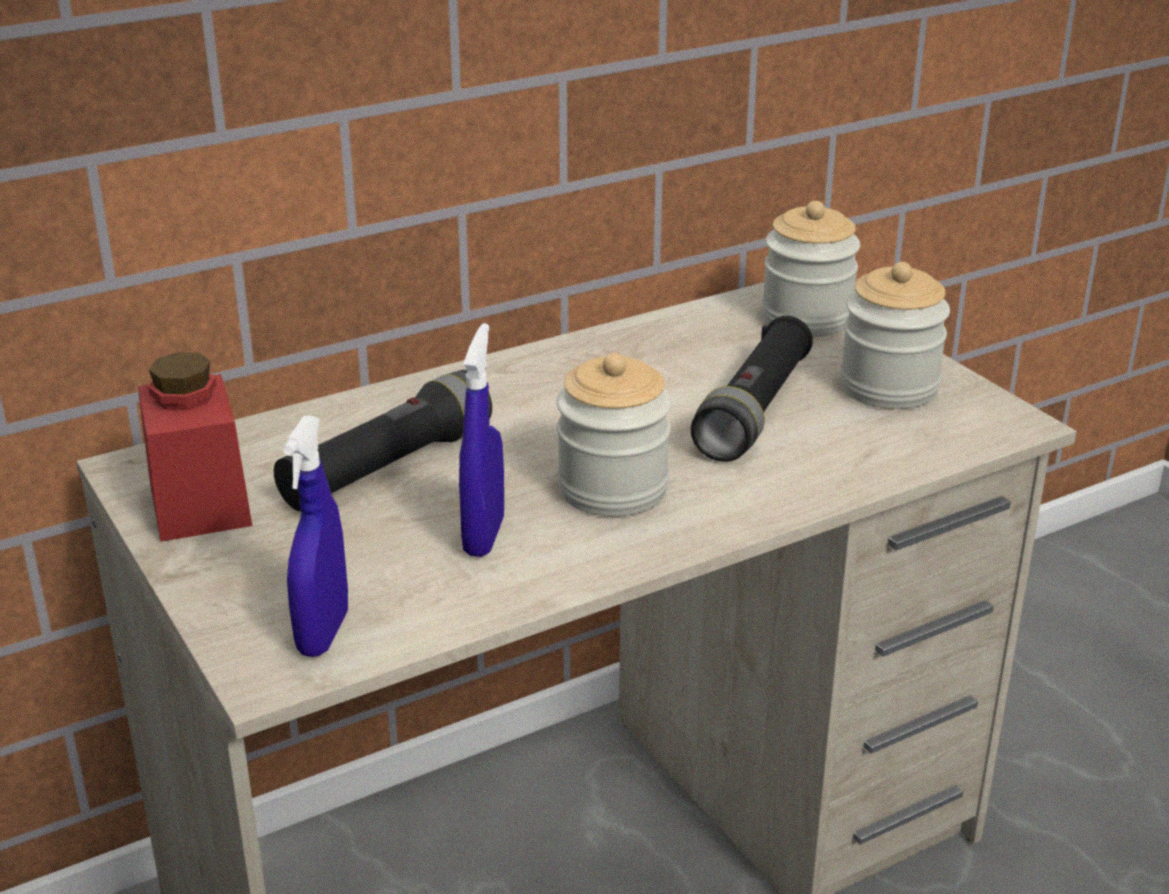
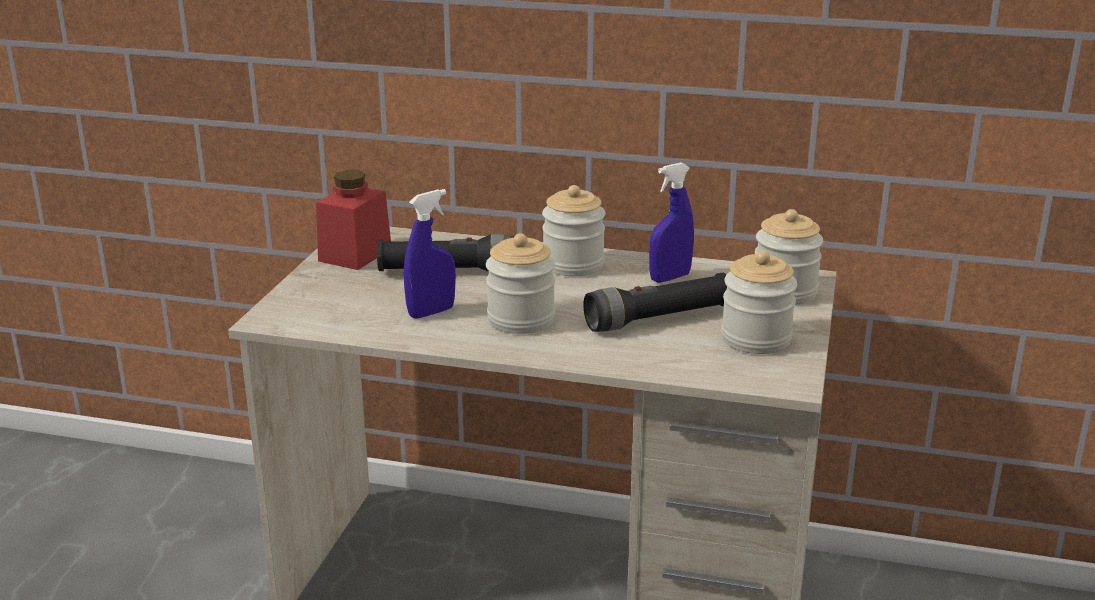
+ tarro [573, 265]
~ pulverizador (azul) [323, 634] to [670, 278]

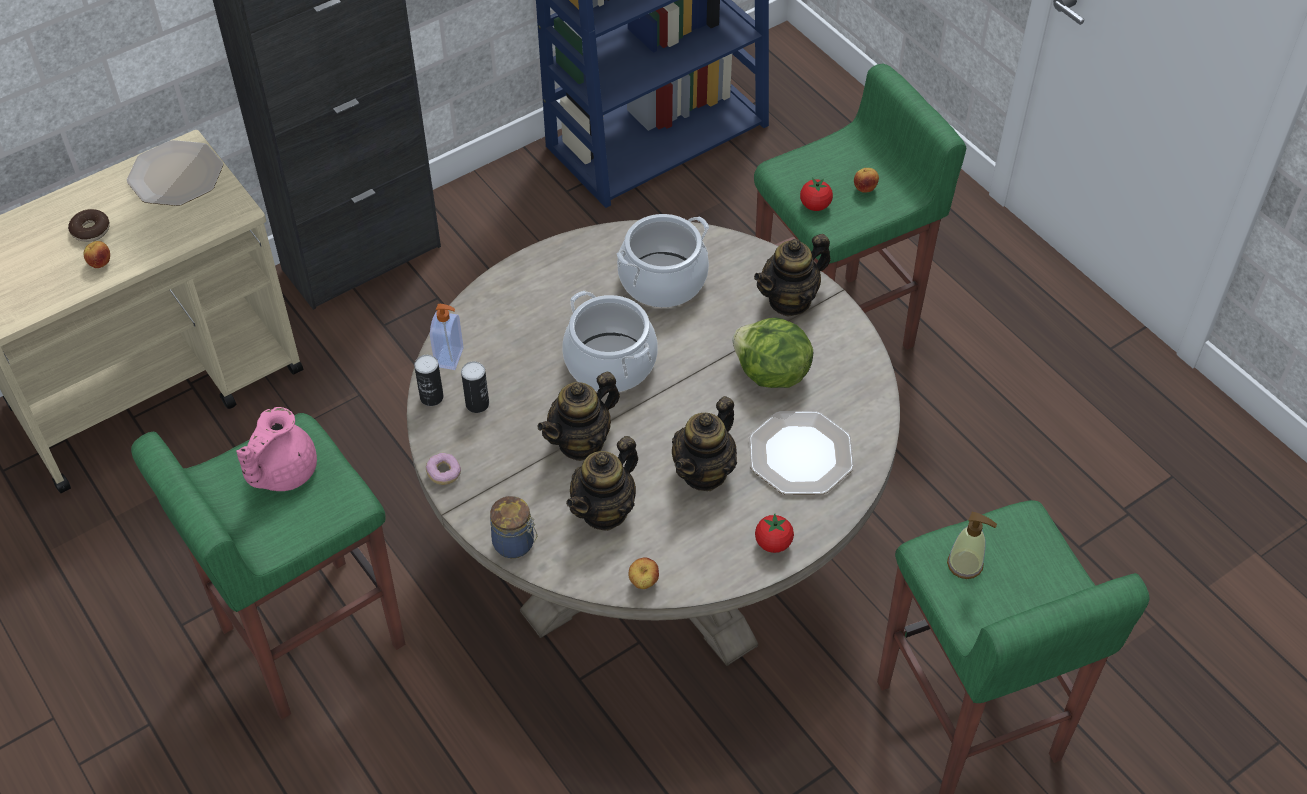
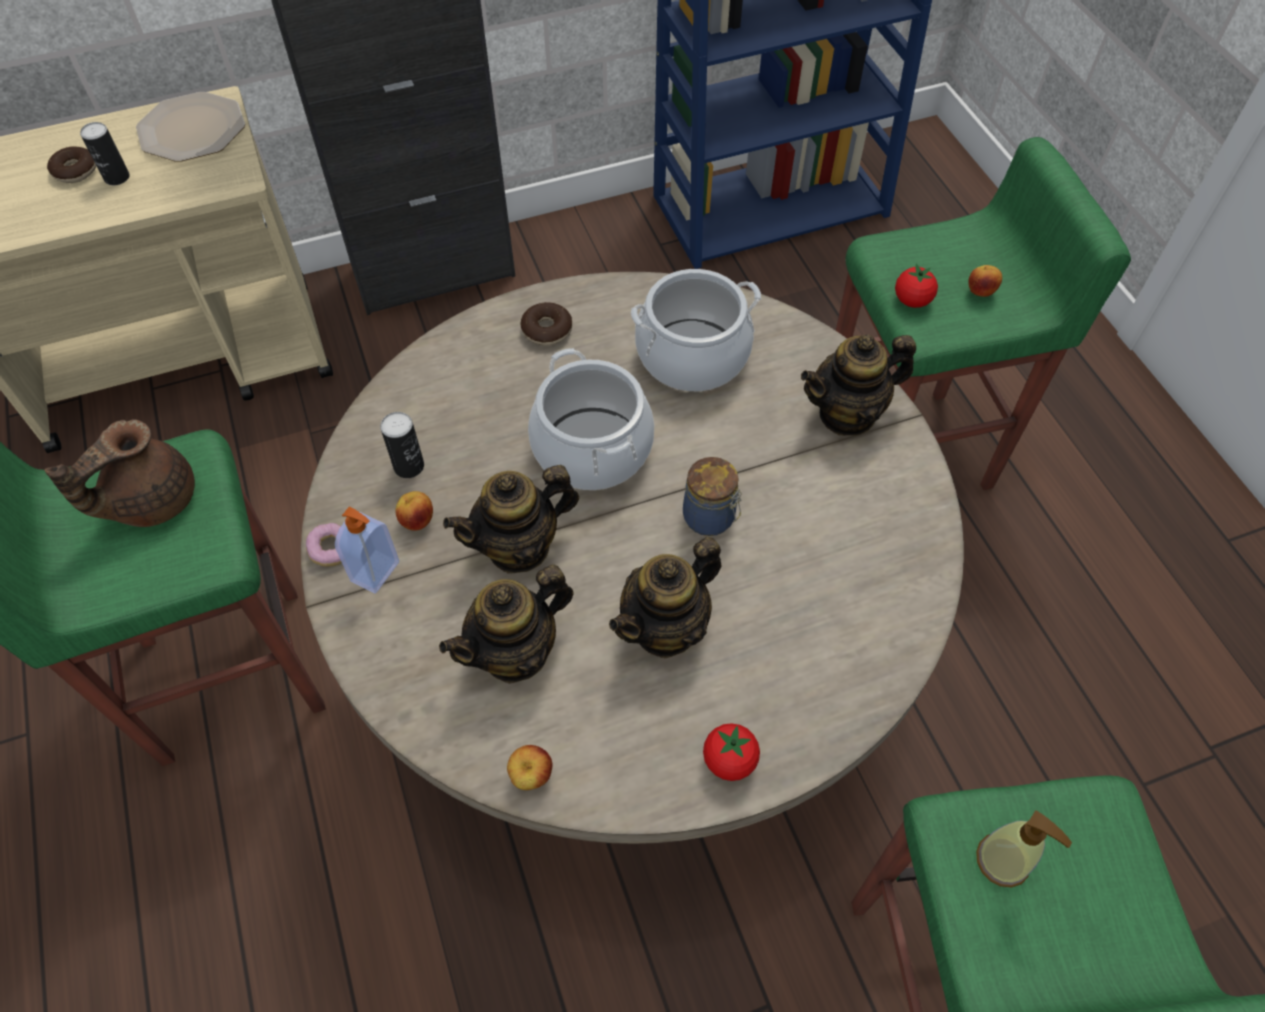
- lechuga [770, 374]
- plato [801, 455]
+ rosquilla [547, 330]
~ manzana [100, 263] to [417, 521]
~ lata [431, 397] to [117, 177]
~ dispensador de jabón [450, 357] to [377, 572]
~ tarro [515, 544] to [710, 518]
~ tetera (rosa) [281, 472] to tetera (marrón) [150, 500]

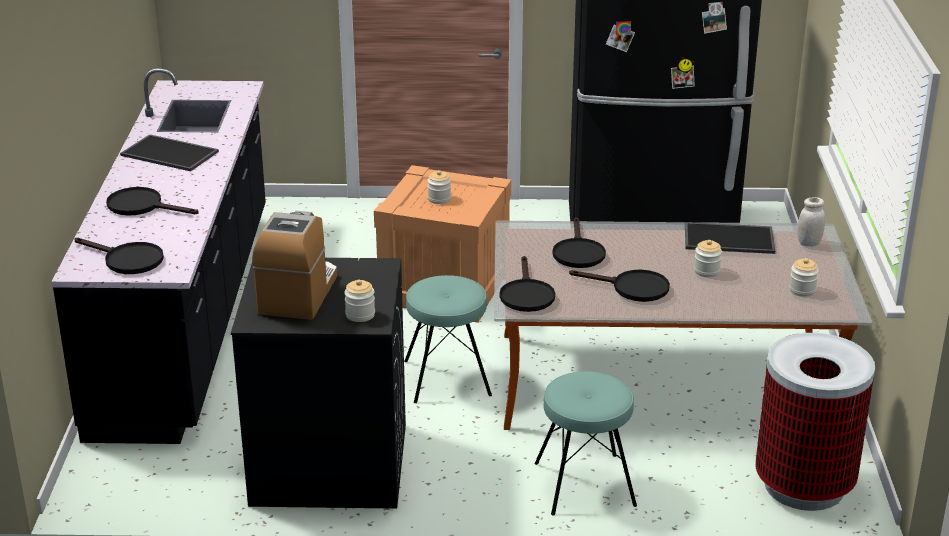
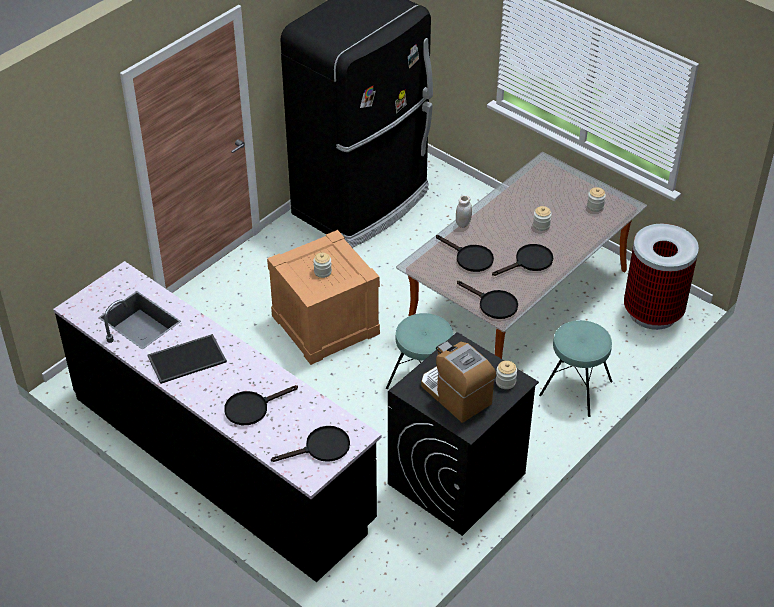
- bandeja [730, 238]
~ tarro (blanco) [809, 243] to [463, 224]

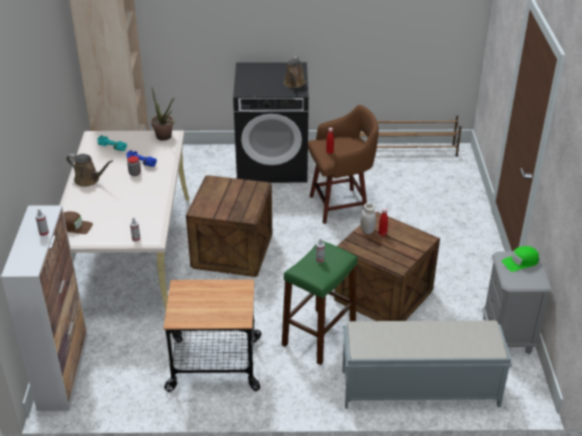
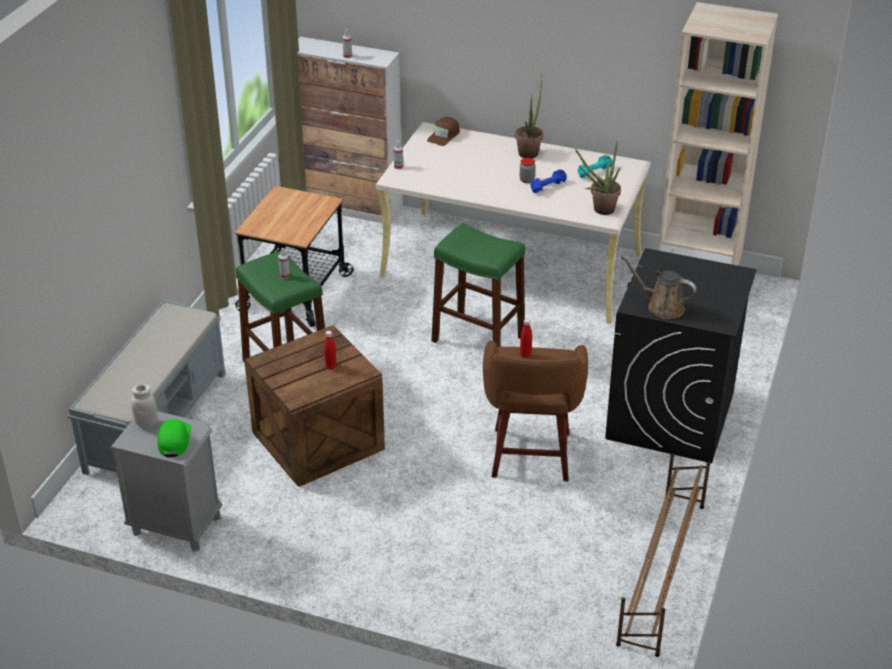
~ tarro (blanco) [367, 231] to [146, 423]
~ regadera (marrón) [89, 180] to planta en maceta [529, 151]
~ caja de embalaje [232, 251] to taburete (verde) [478, 339]

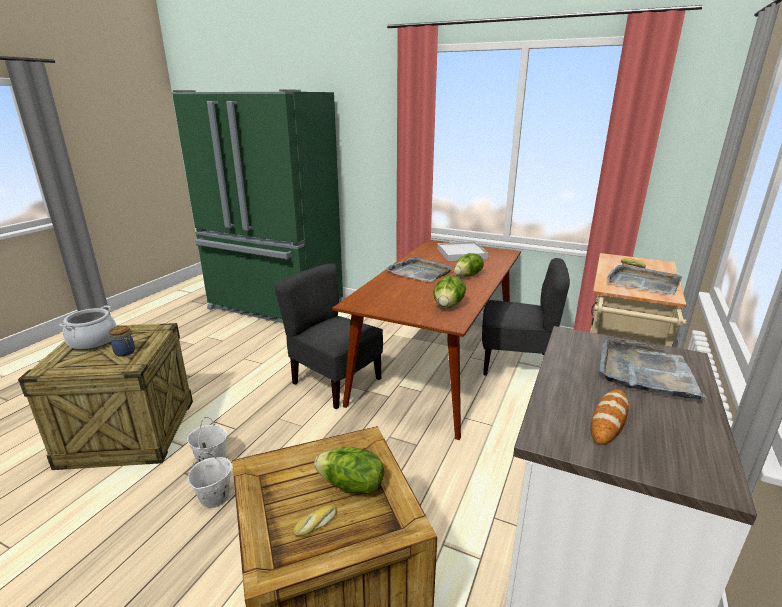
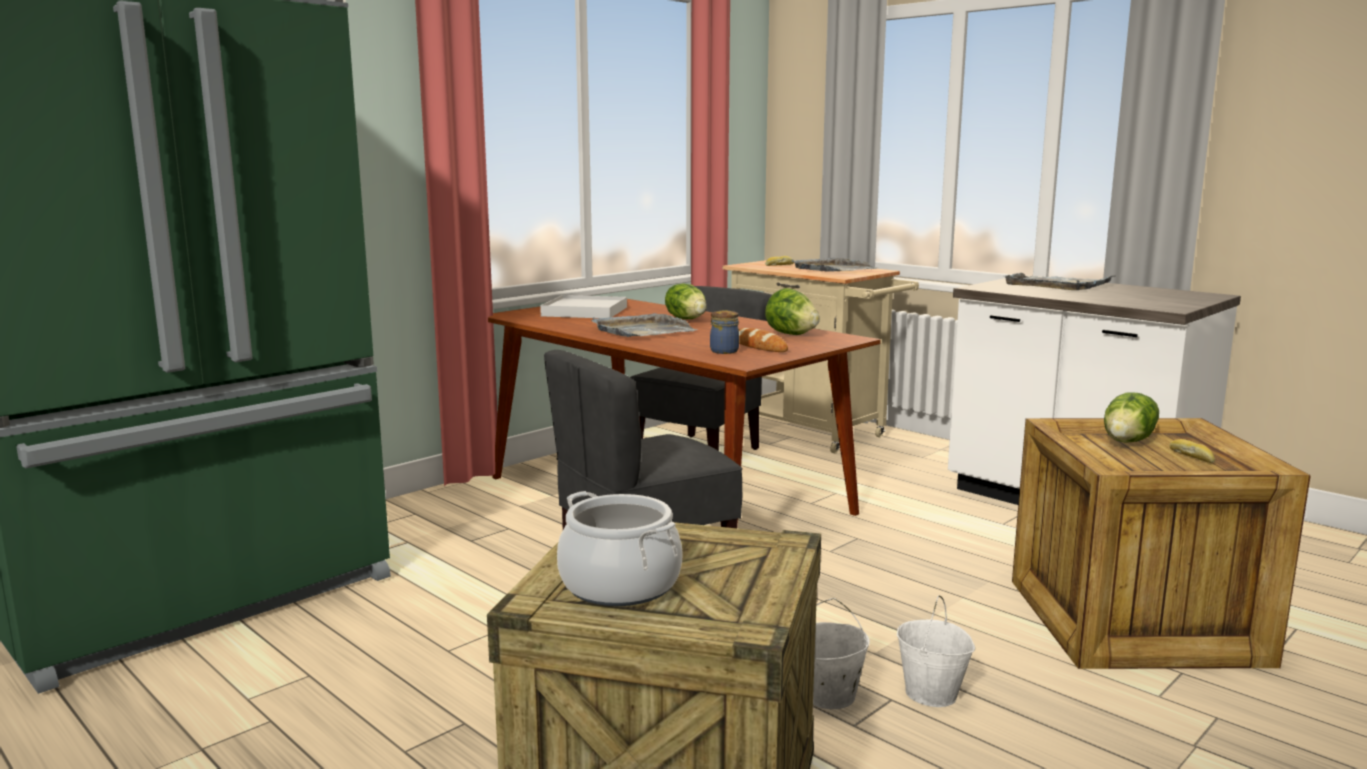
~ tarro [125, 352] to [725, 351]
~ pan [609, 419] to [758, 346]

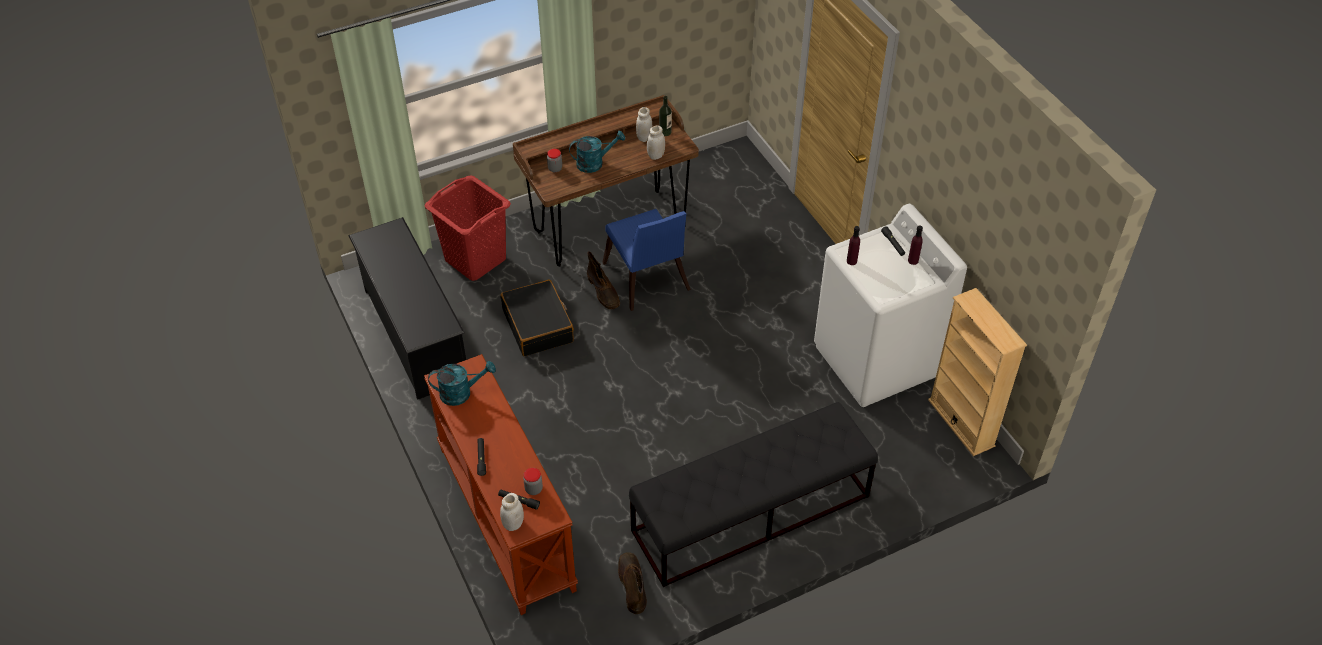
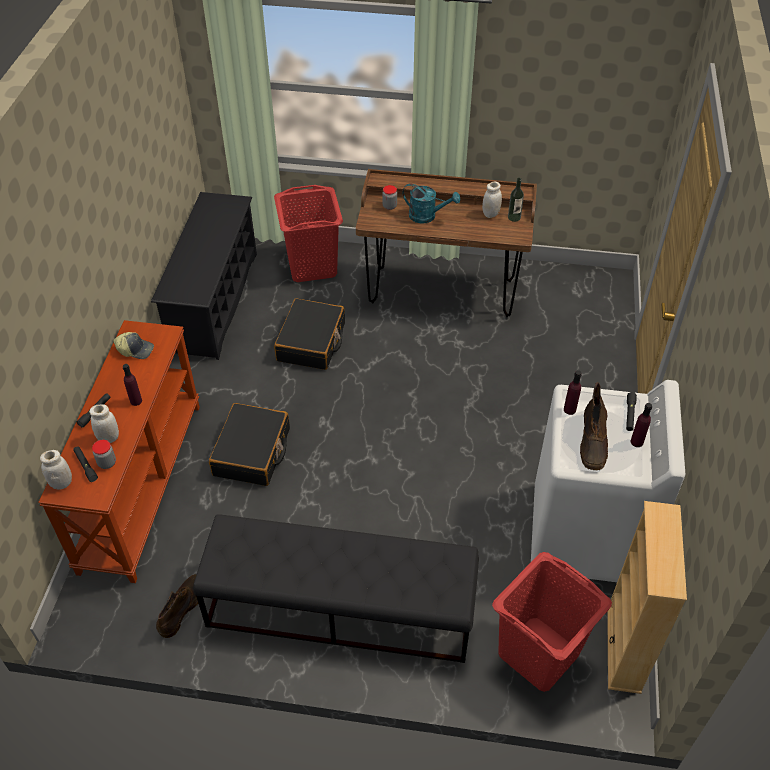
- silla (azul) [647, 281]
+ botella (morado) [136, 401]
+ maleta (negro) [252, 452]
+ cesto de la ropa (rojo) [539, 653]
~ bota (marrón) [603, 292] to [593, 442]
~ tarro (blanco) [656, 155] to [108, 438]
~ regadera (turquesa) [461, 393] to gorra [135, 349]

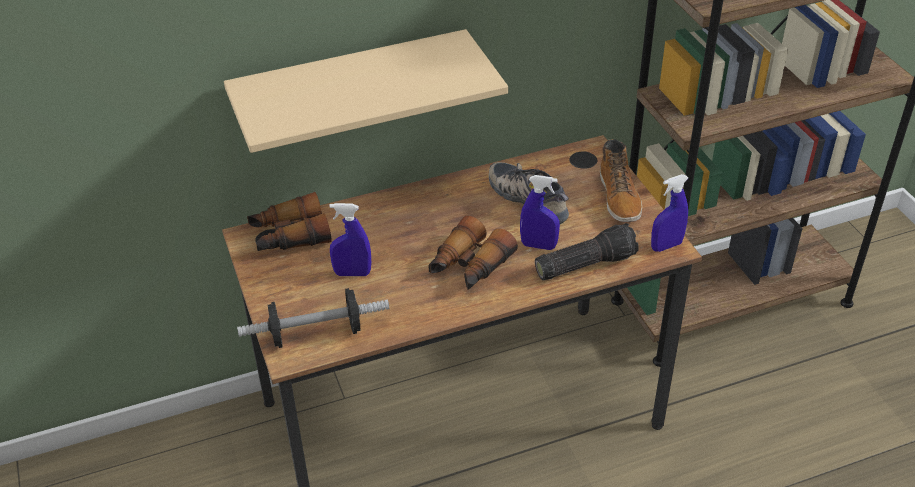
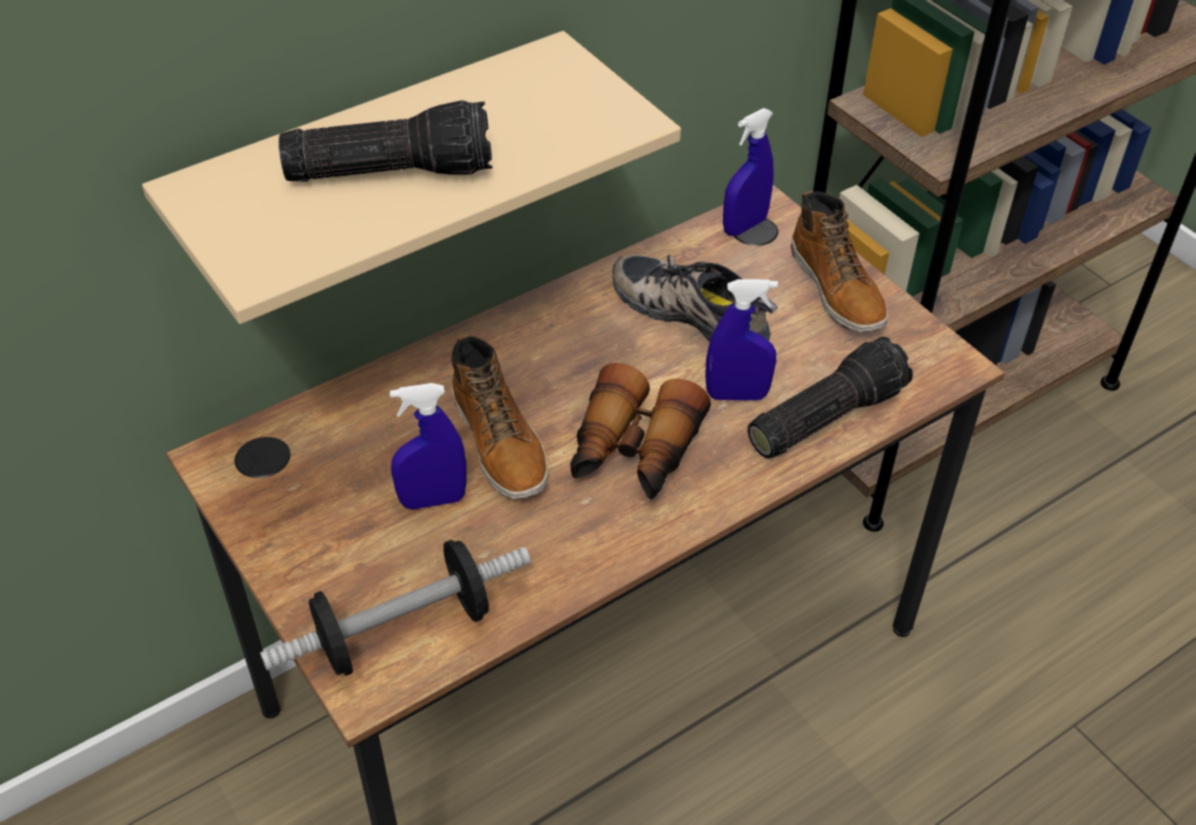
- prismáticos [289, 236]
+ linterna [392, 169]
+ bota [500, 443]
~ pulverizador (azul) [666, 246] to [744, 226]

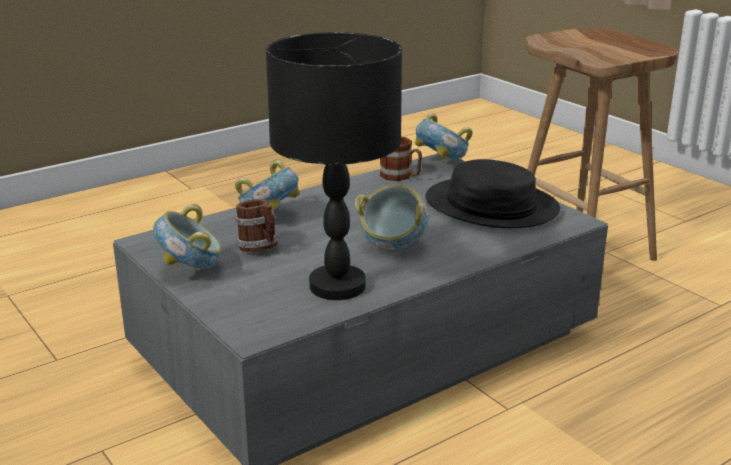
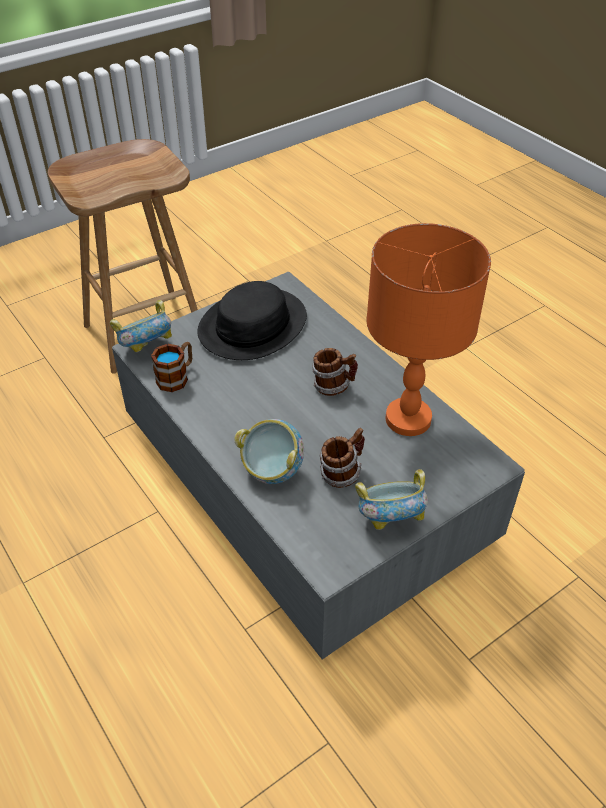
~ cuenco [392, 246] to taza grande [333, 386]
~ lámpara de mesa (negro) [336, 286] to lámpara de mesa (naranja) [408, 420]

